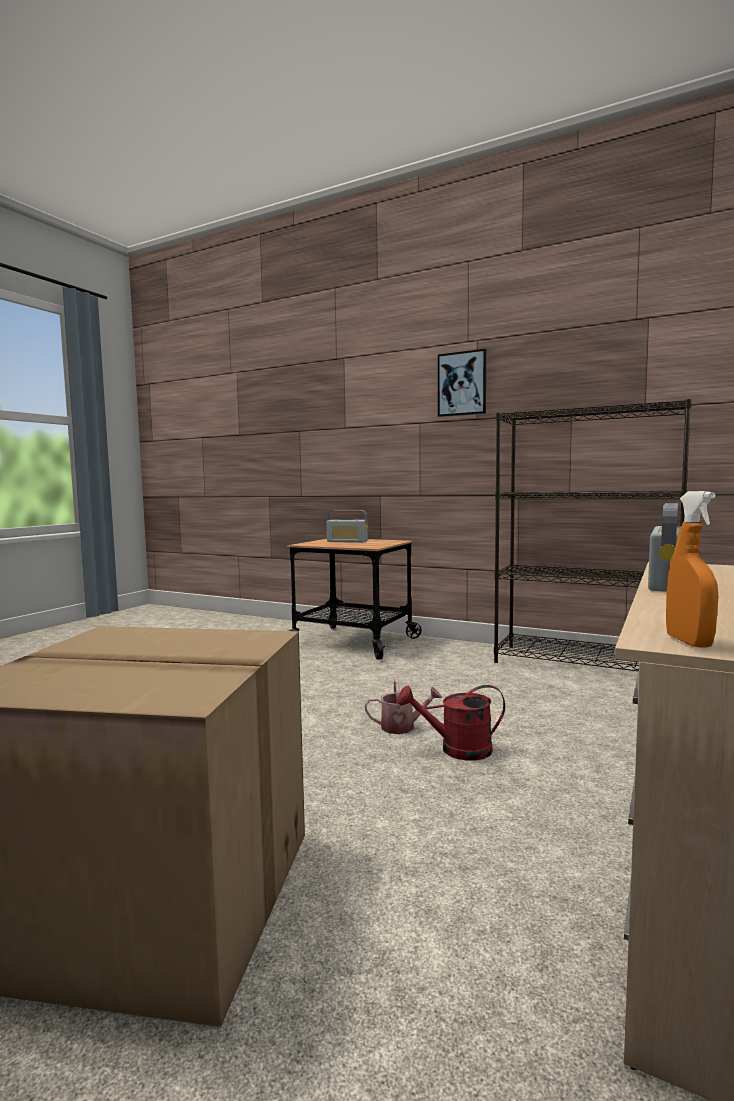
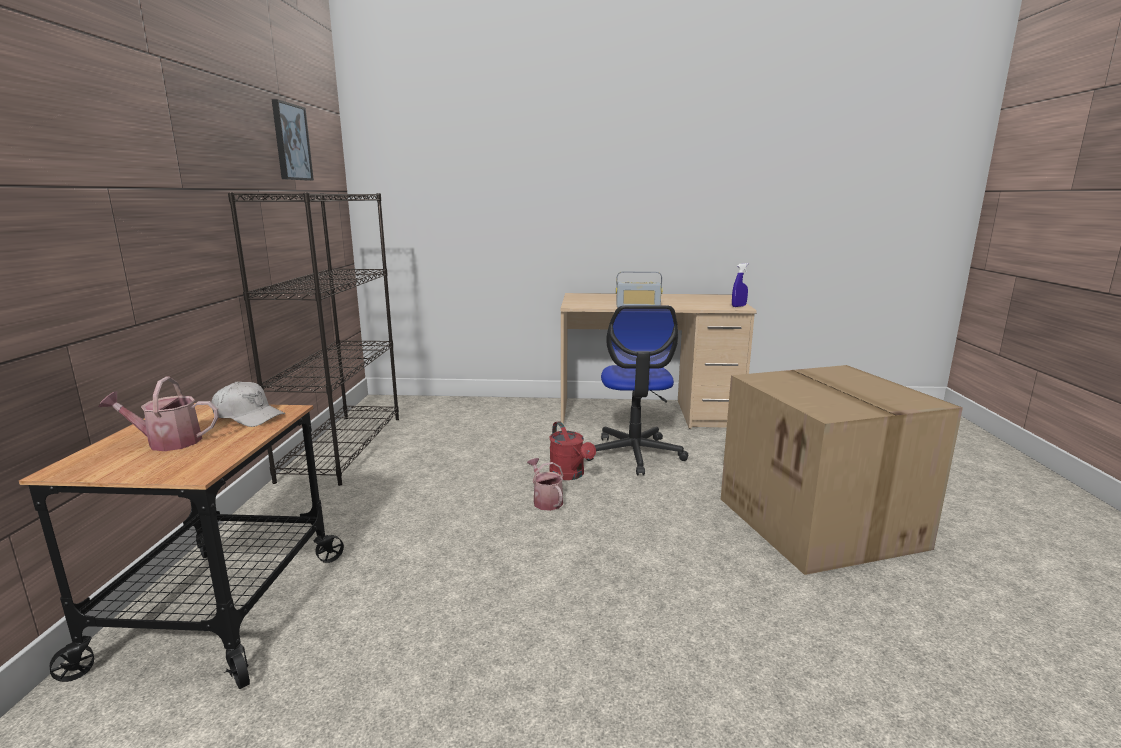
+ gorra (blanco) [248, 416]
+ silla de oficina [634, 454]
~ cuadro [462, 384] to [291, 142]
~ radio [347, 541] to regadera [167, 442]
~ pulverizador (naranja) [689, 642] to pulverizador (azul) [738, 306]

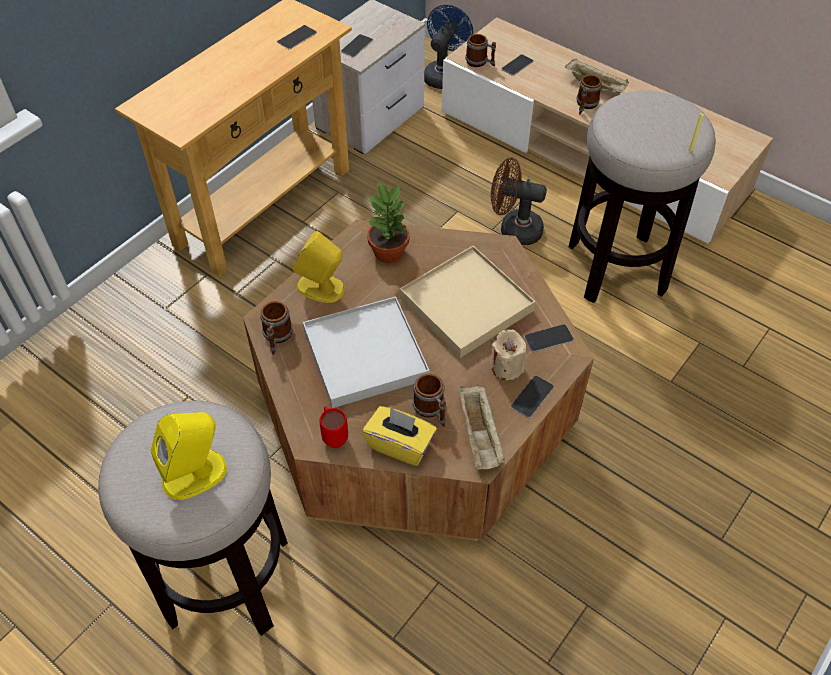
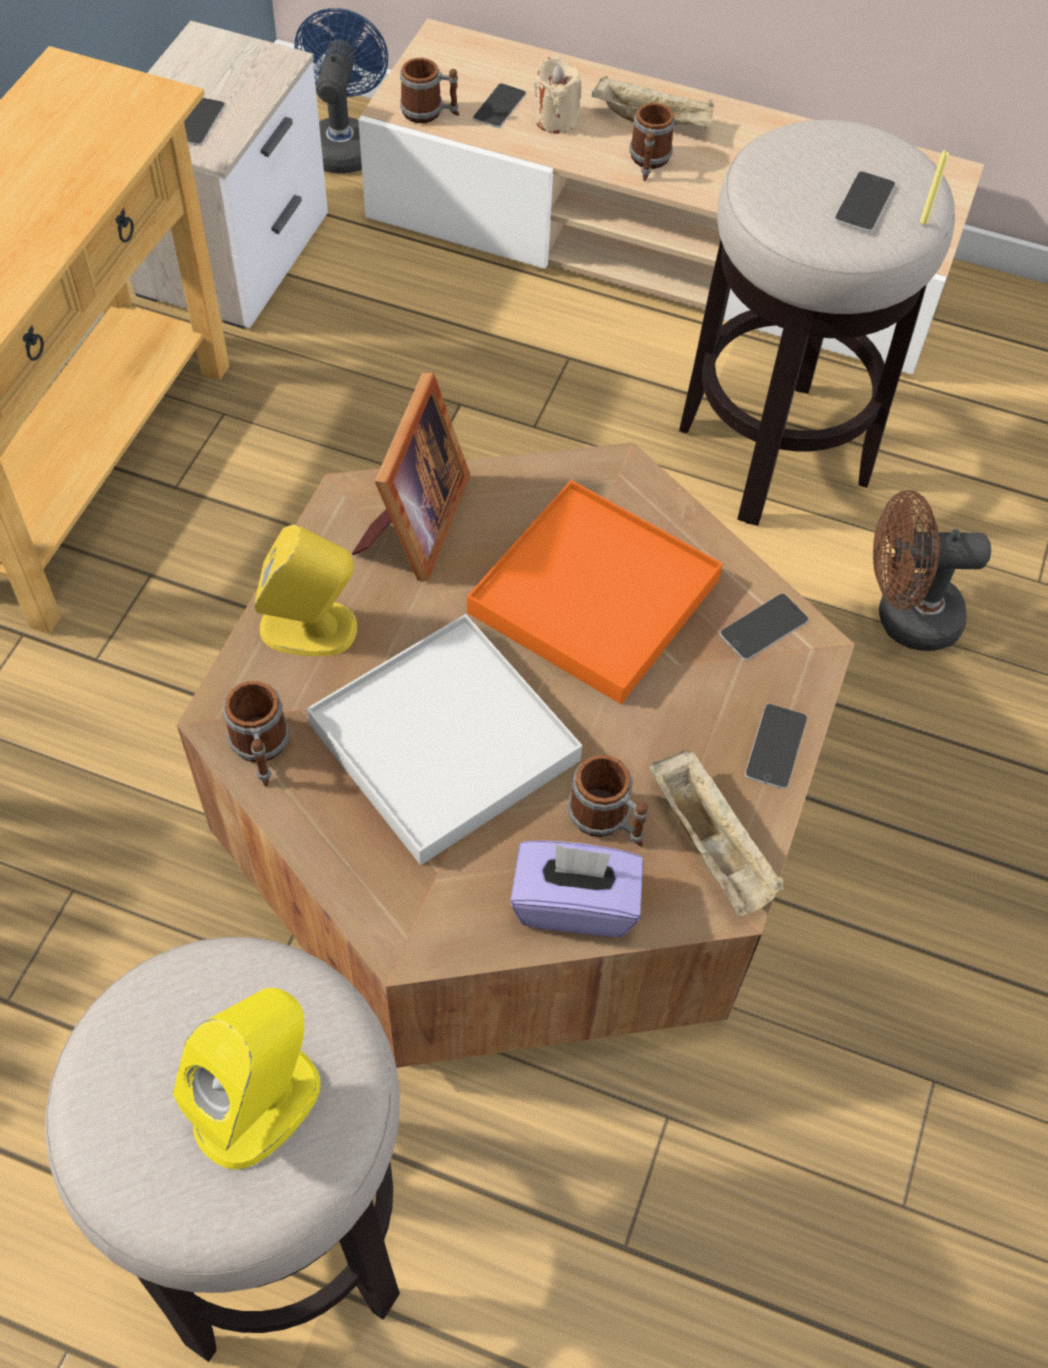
- taza grande (rojo) [333, 435]
~ móvil [297, 37] to [864, 202]
~ ventilador (marrón) [514, 229] to [904, 618]
~ vela (beis) [507, 367] to [556, 120]
~ planta en maceta [389, 251] to portarretratos [413, 525]
~ caja de pañuelos (amarillo) [400, 445] to caja de pañuelos (morado) [575, 903]
~ bandeja (beis) [466, 304] to bandeja (naranja) [594, 597]

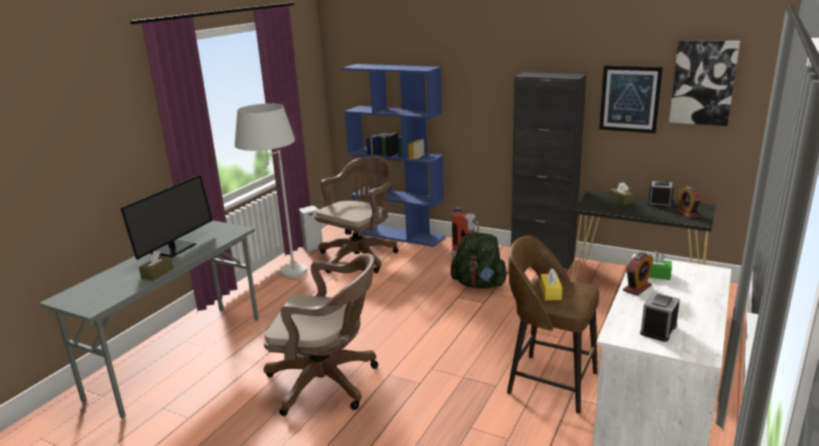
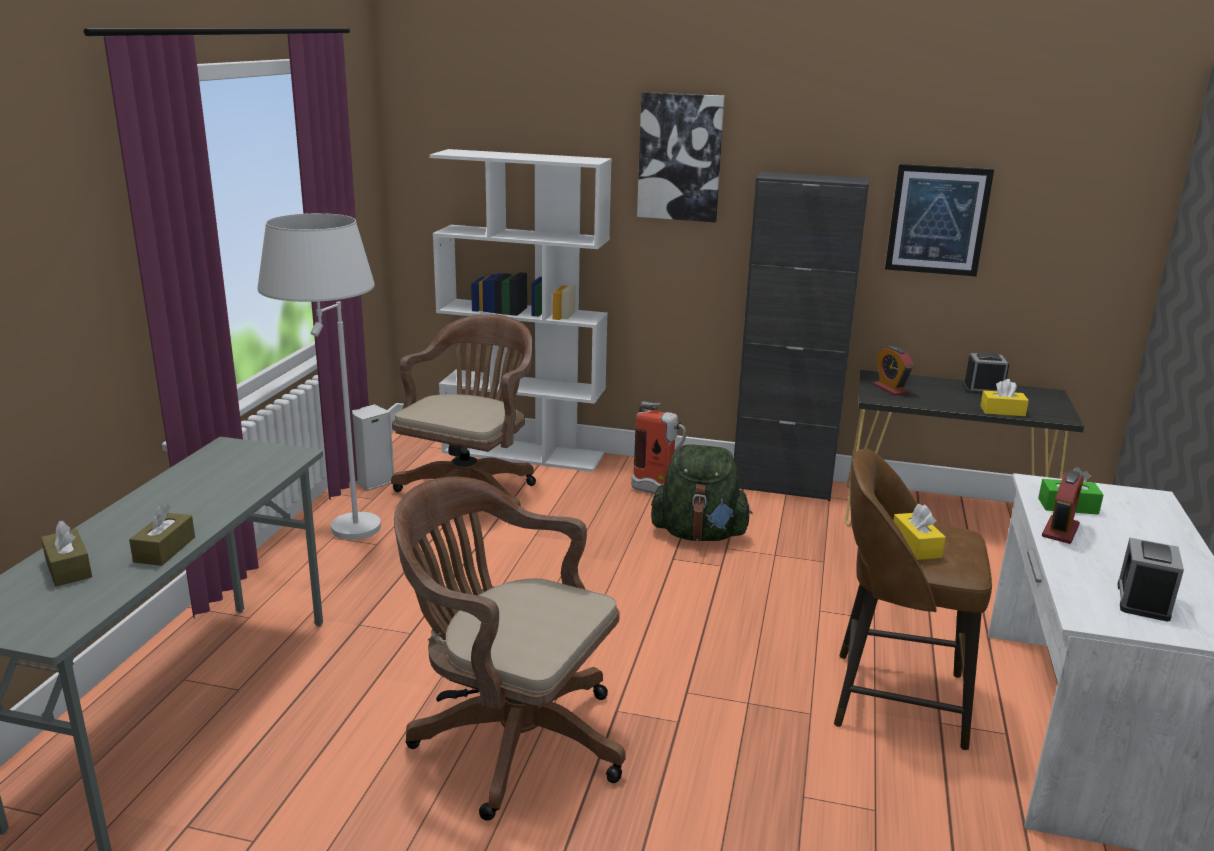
- monitor [173, 248]
+ caja de pañuelos (amarillo) [1002, 411]
~ caja de pañuelos (marrón) [620, 201] to [68, 568]
~ cuadro [703, 82] to [680, 157]
~ despertador [687, 214] to [890, 389]
~ estantería (azul) [399, 235] to estantería (blanco) [524, 453]
~ silla de oficina (marrón) [328, 383] = [510, 737] 150 degrees counterclockwise

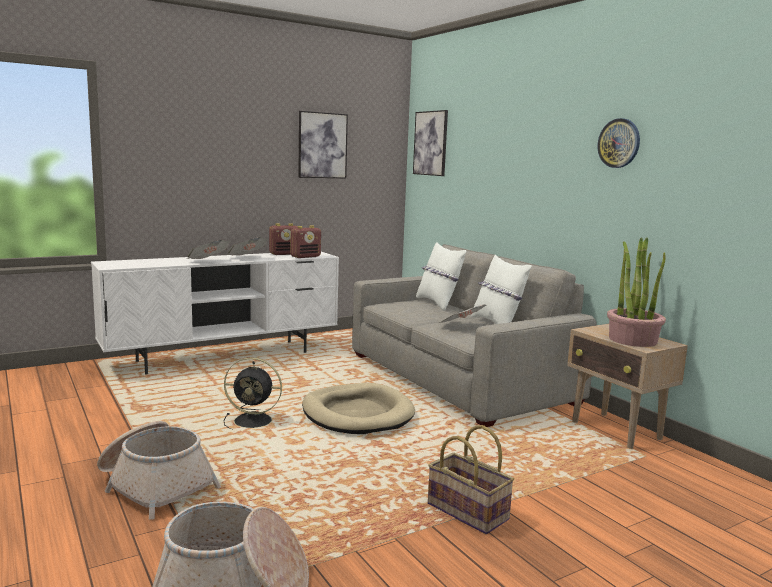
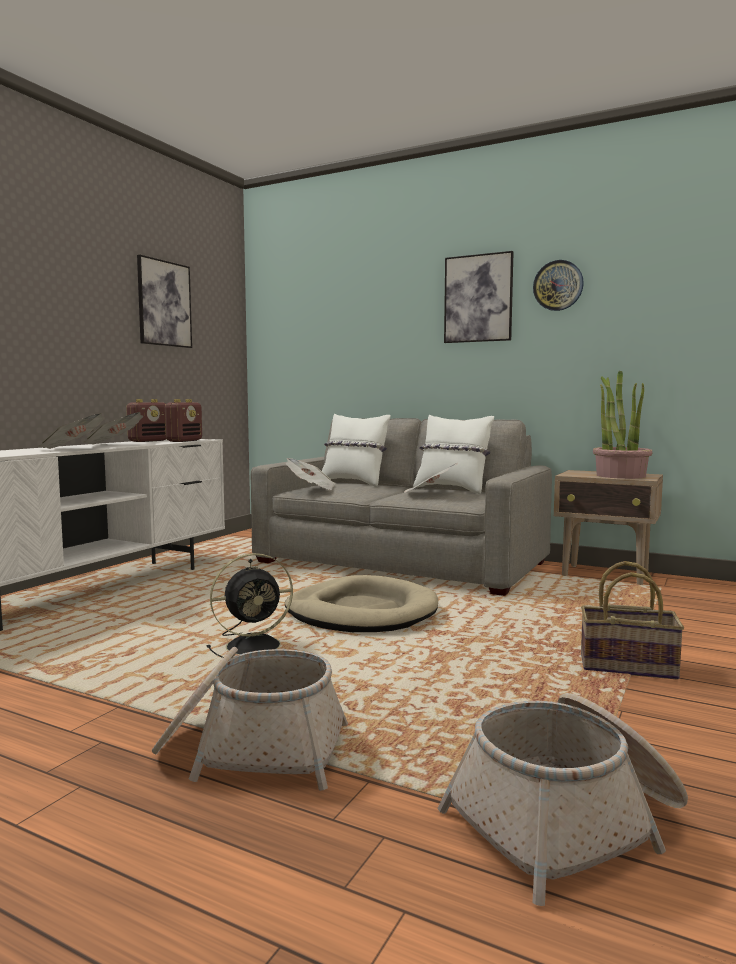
+ periódico [311, 488]
~ cuadro [430, 143] to [478, 298]

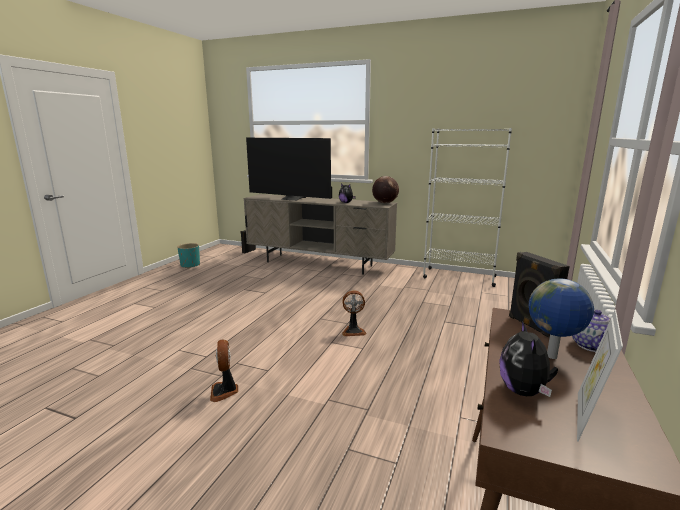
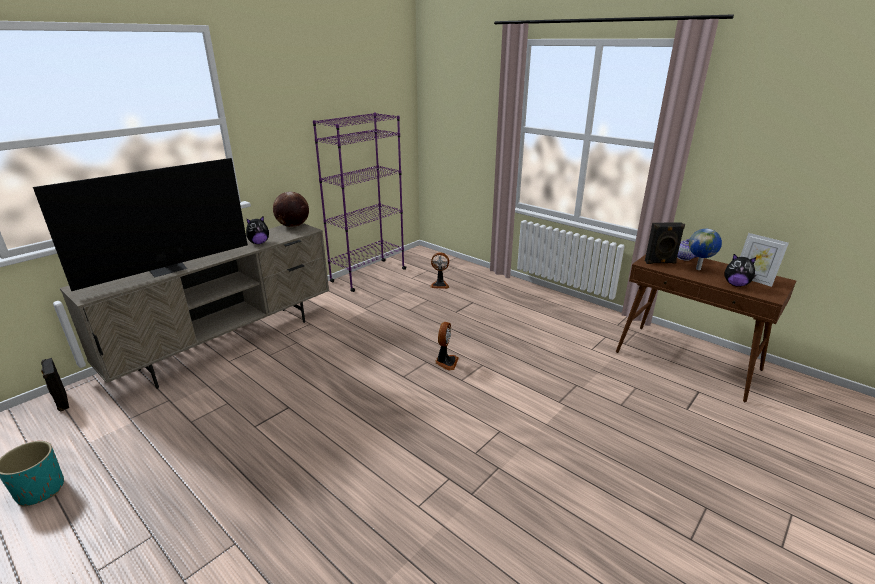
~ ventilador [224, 391] to [440, 285]
~ estantería (blanco) [459, 277] to estantería (morado) [368, 275]

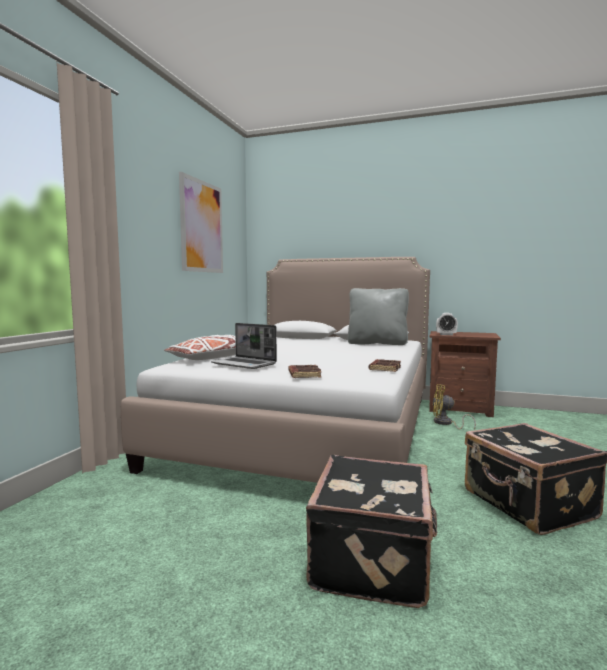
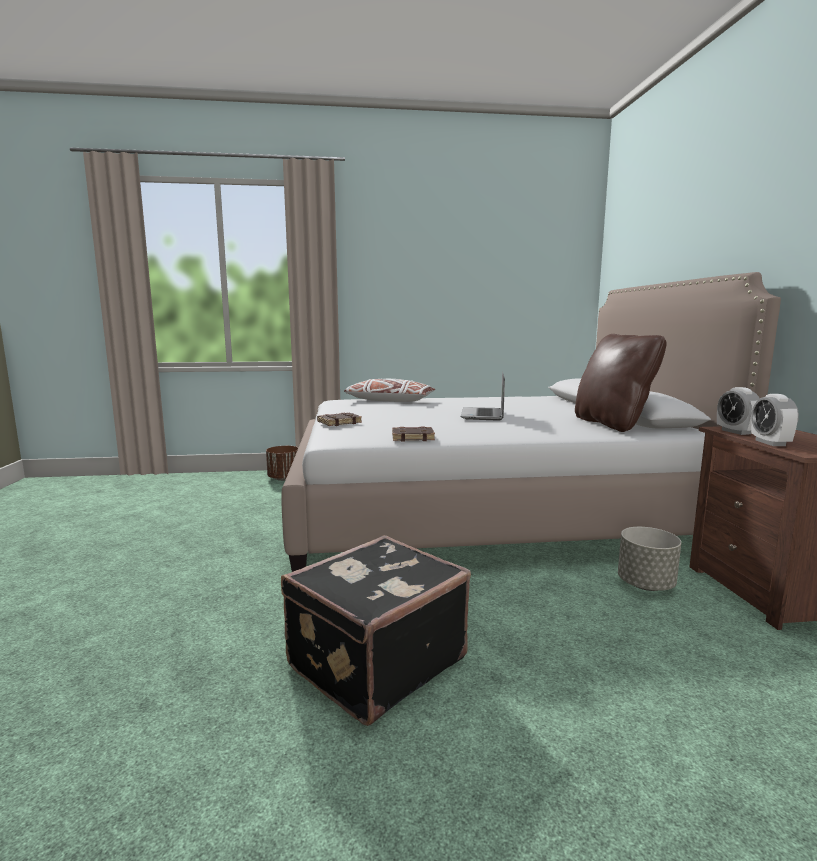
- cuadro [201, 227]
- maleta (negro) [374, 560]
+ maceta (marrón) [284, 478]
+ despertador [770, 443]
~ portátil [245, 364] to [483, 415]
~ ventilador (amarillo) [446, 423] to maceta (gris) [645, 585]
~ cojín (gris) [377, 343] to cojín (marrón) [612, 424]

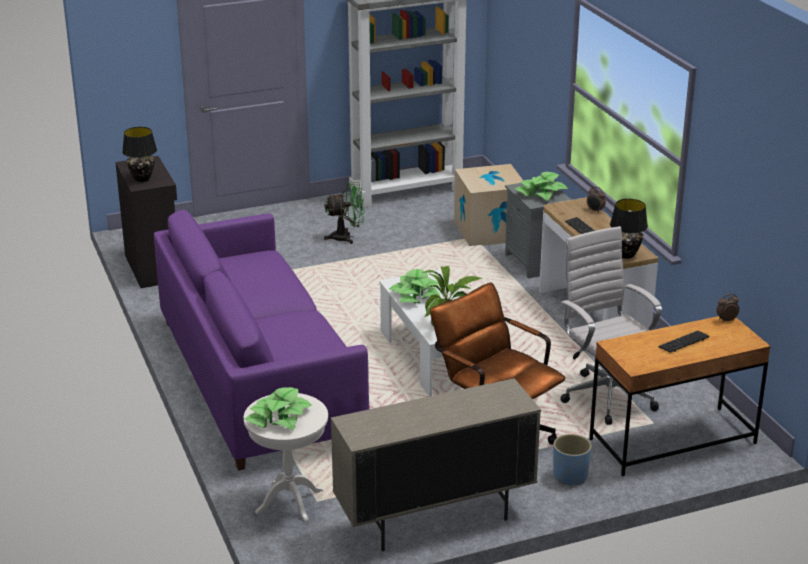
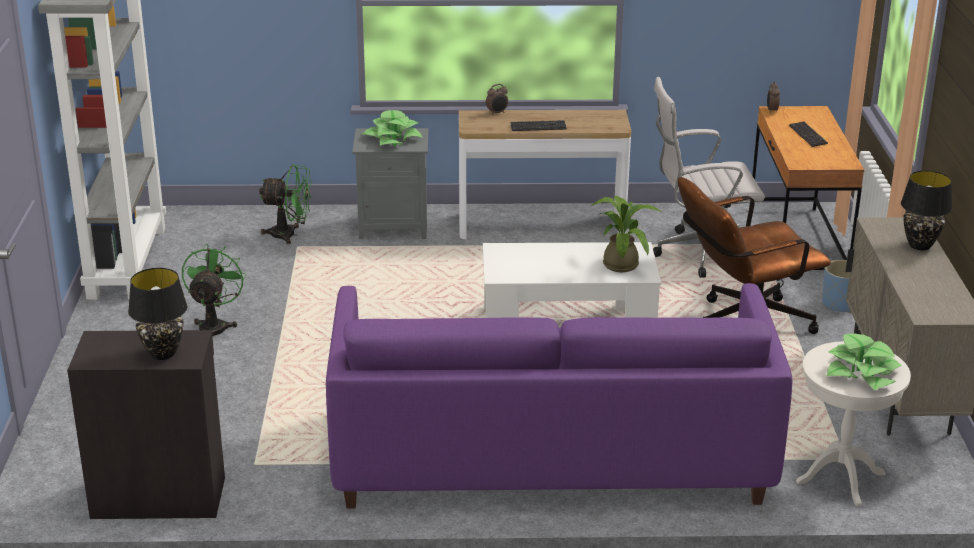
- planta en maceta [415, 295]
~ lámpara de mesa (negro) [625, 255] to [919, 246]
~ caja de cartón [489, 231] to ventilador (verde) [290, 235]

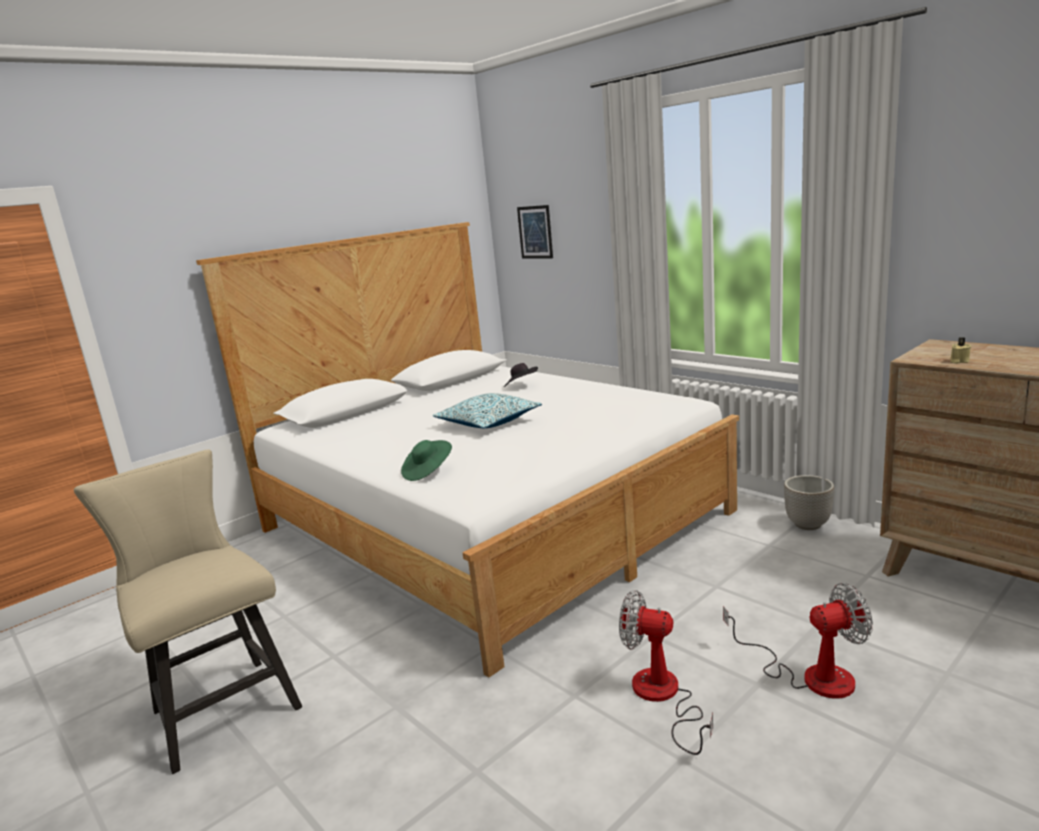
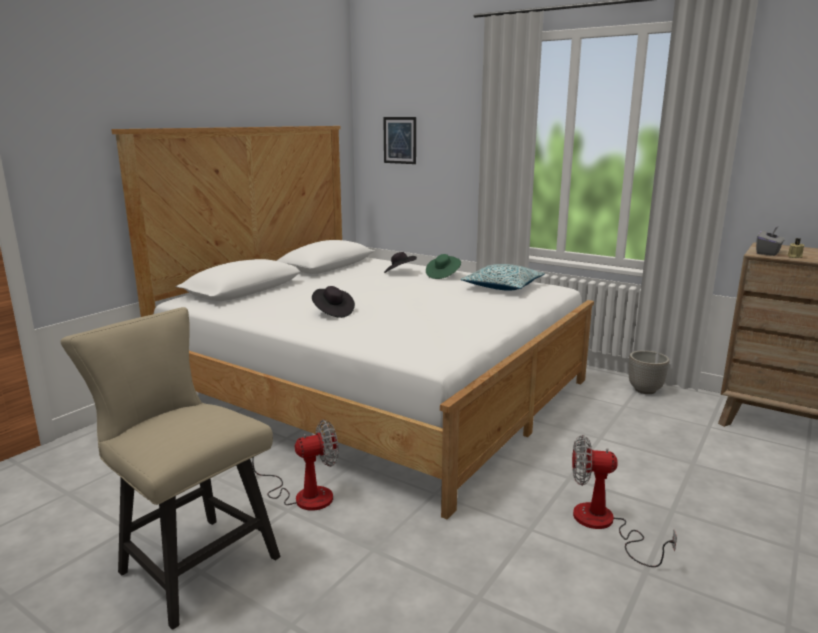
+ sombrero (negro) [333, 312]
+ caja de pañuelos (gris) [768, 253]
~ sombrero (verde) [428, 472] to [443, 275]
~ cojín [488, 422] to [502, 287]
~ ventilador [810, 675] to [303, 495]

